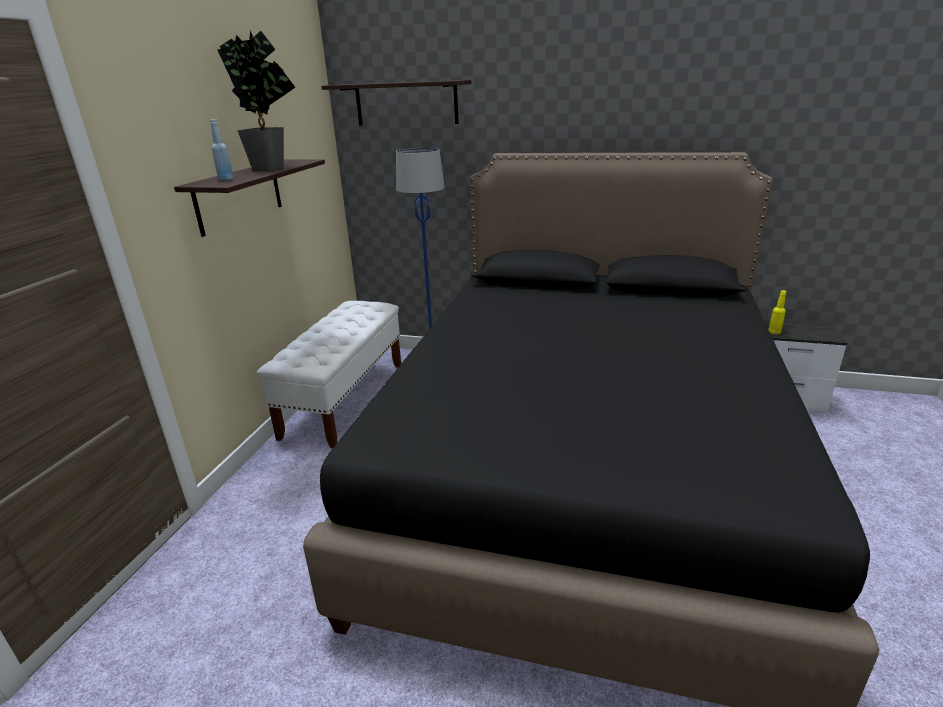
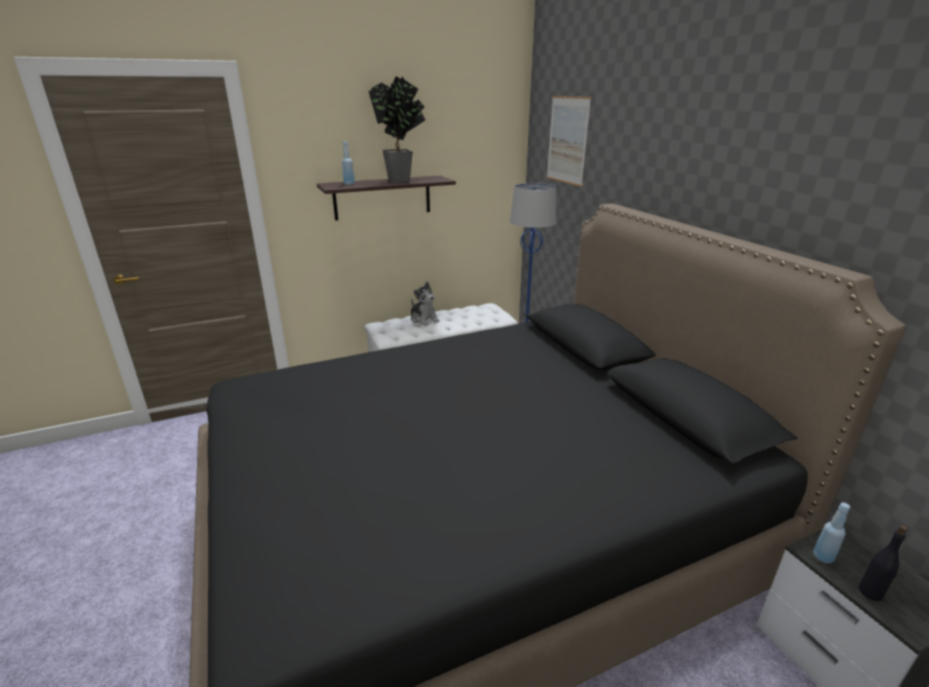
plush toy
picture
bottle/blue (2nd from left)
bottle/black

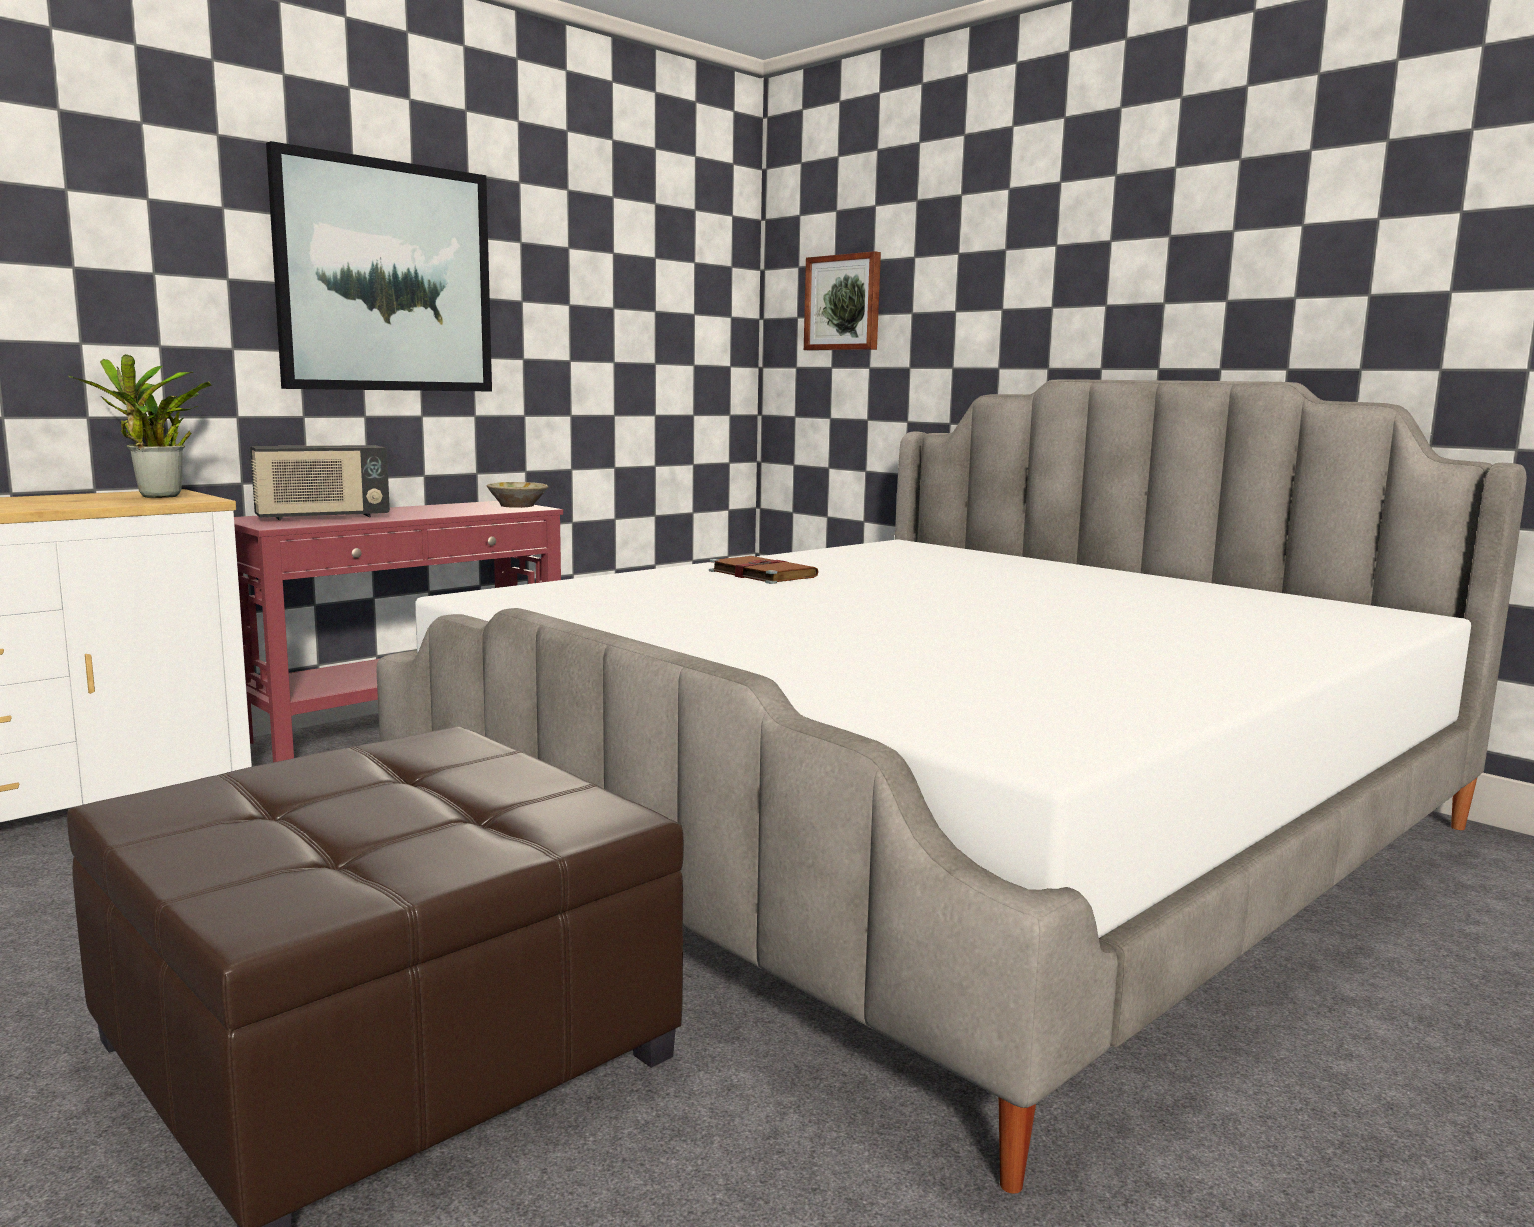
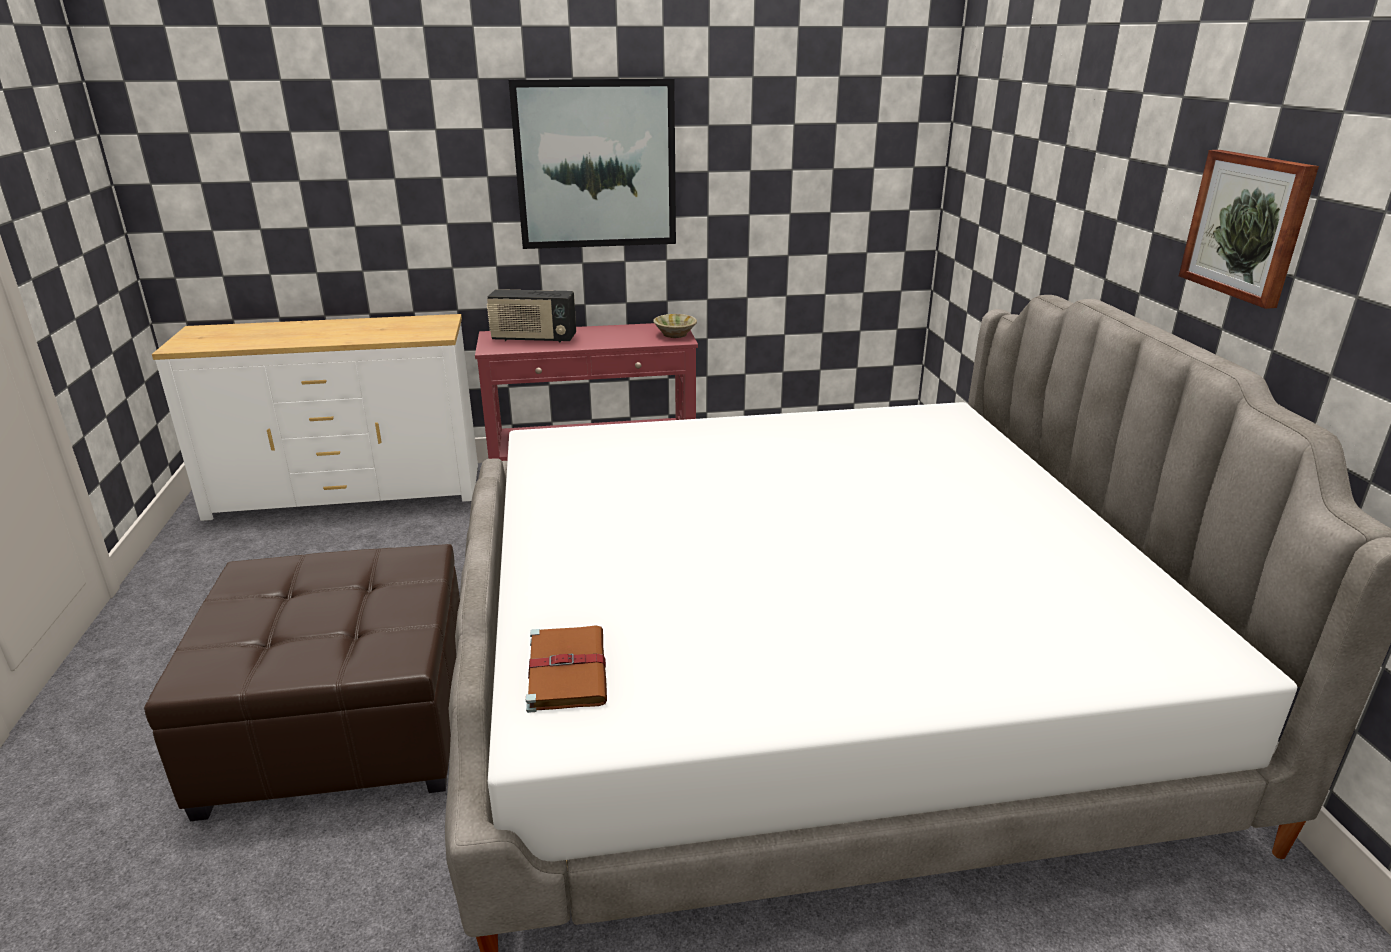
book/brown
picture (2nd from left)
potted plant

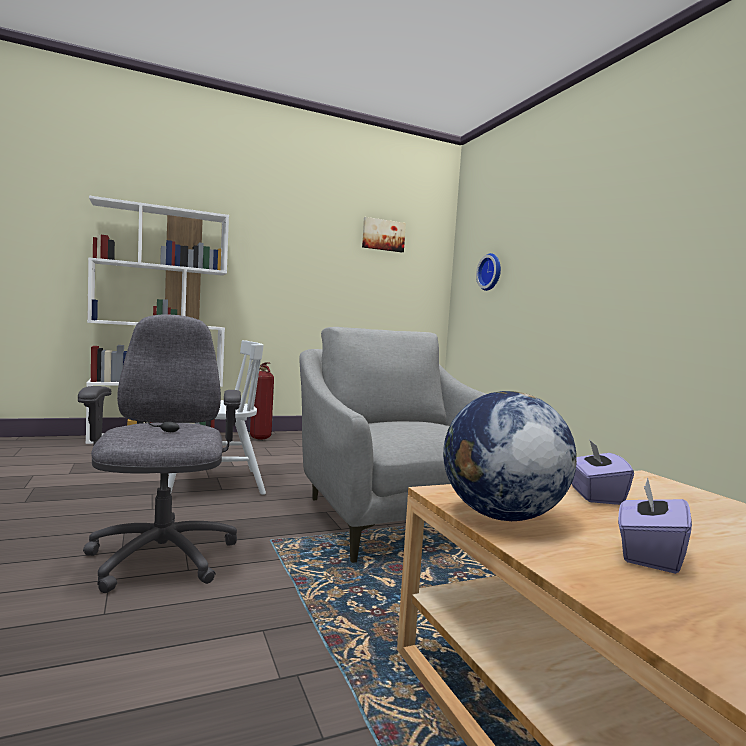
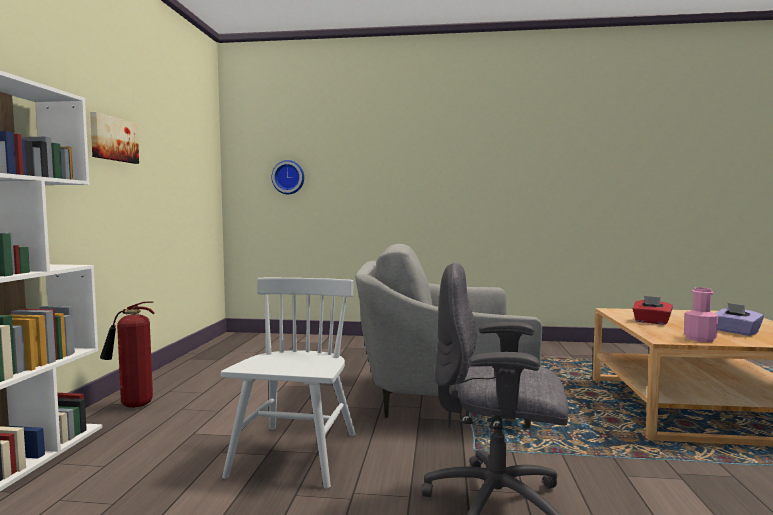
picture
tissue box/red
bottle/pink

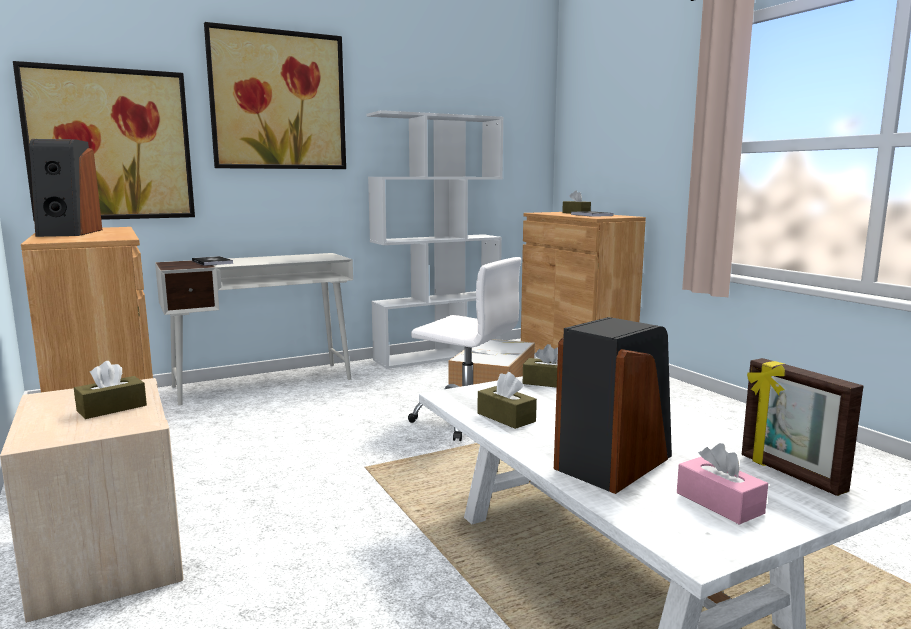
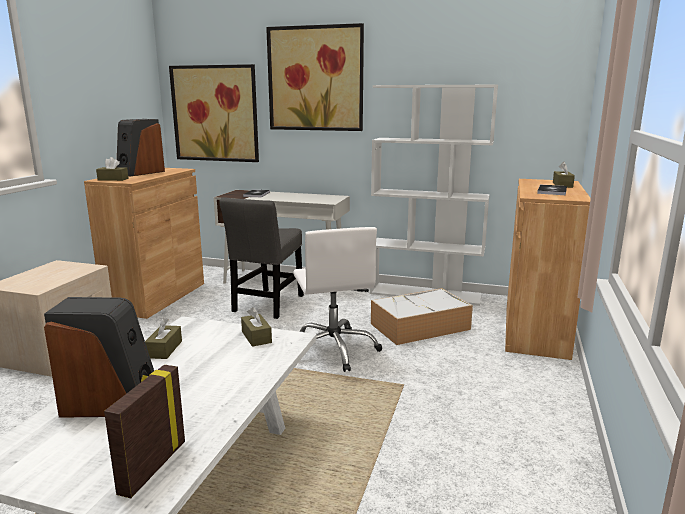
tissue box/brown (1st from left)
chair/grey
tissue box/pink

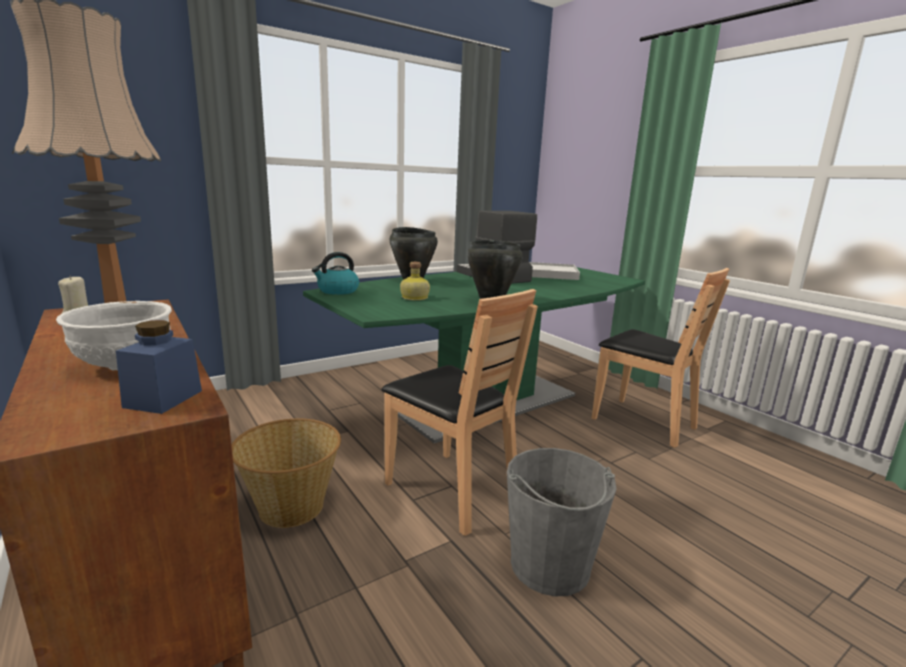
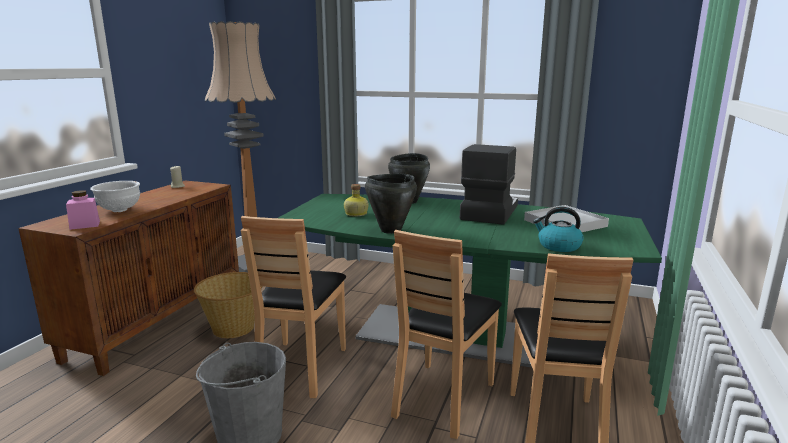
jar/pink
chair/brown (2nd from left)
kettle

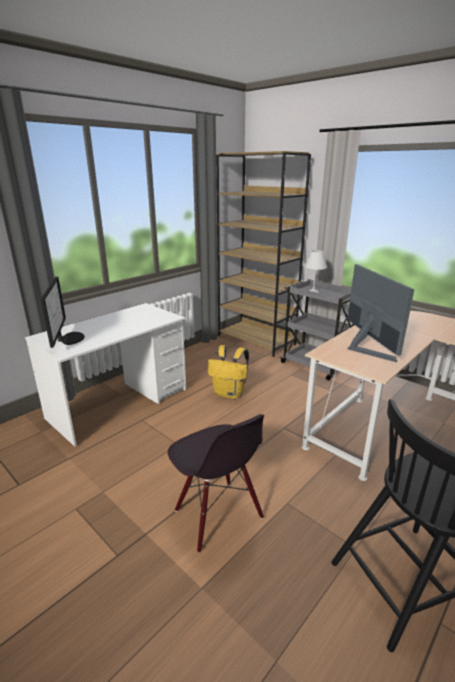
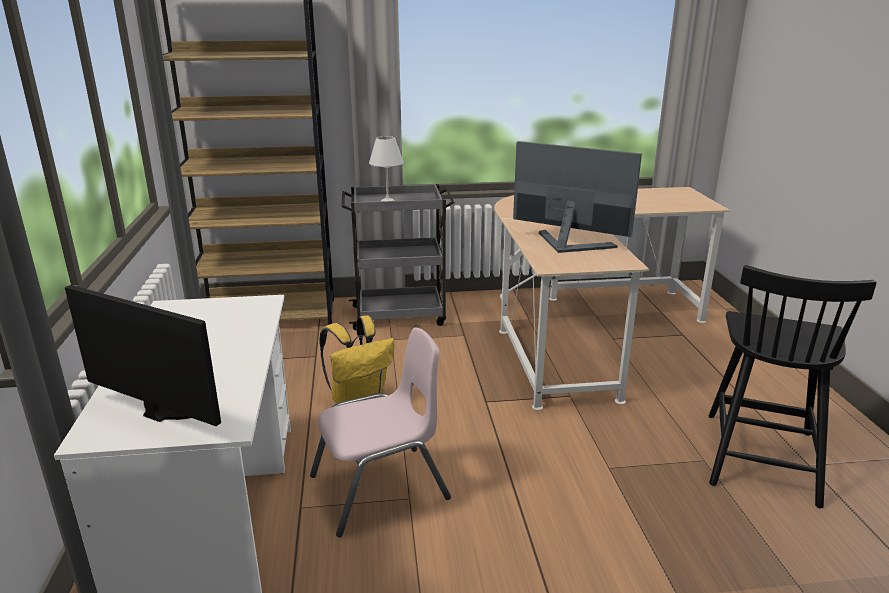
chair/pink
chair/black (1st from left in the first image)

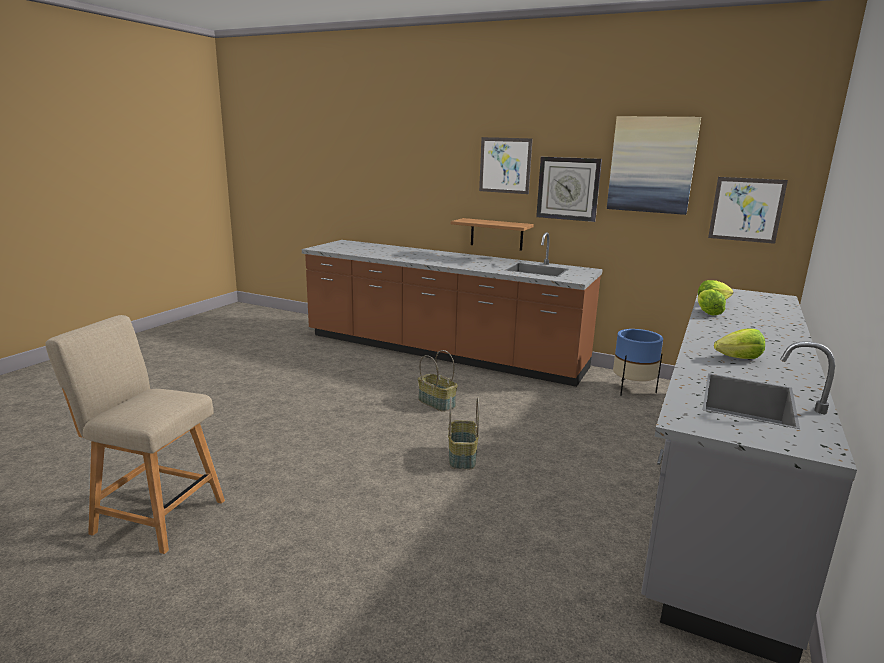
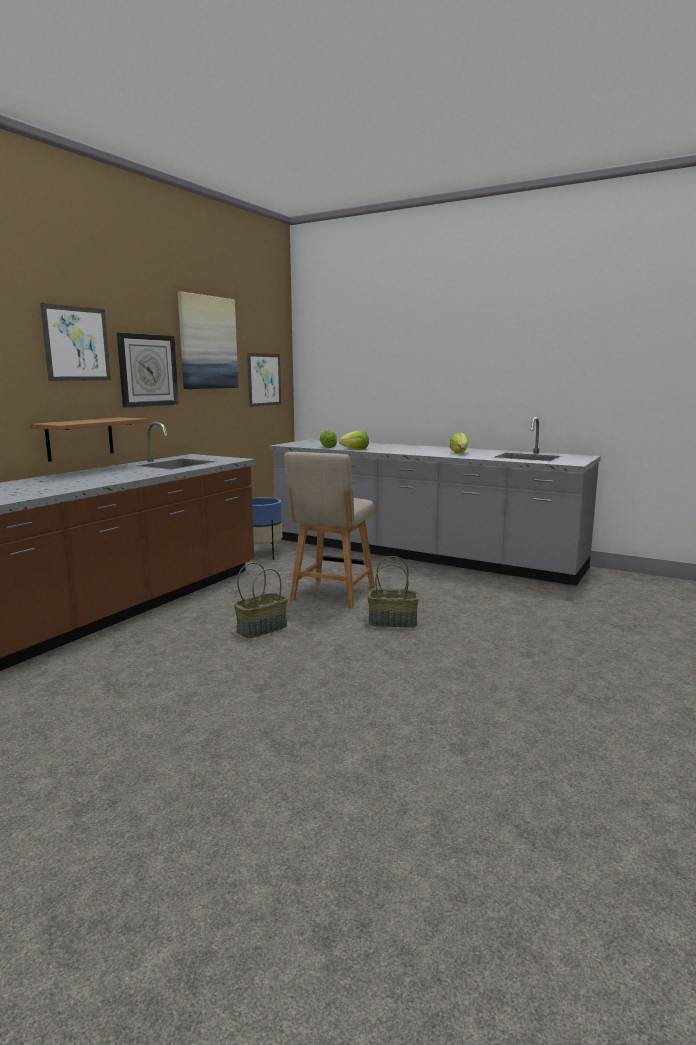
chair/beige

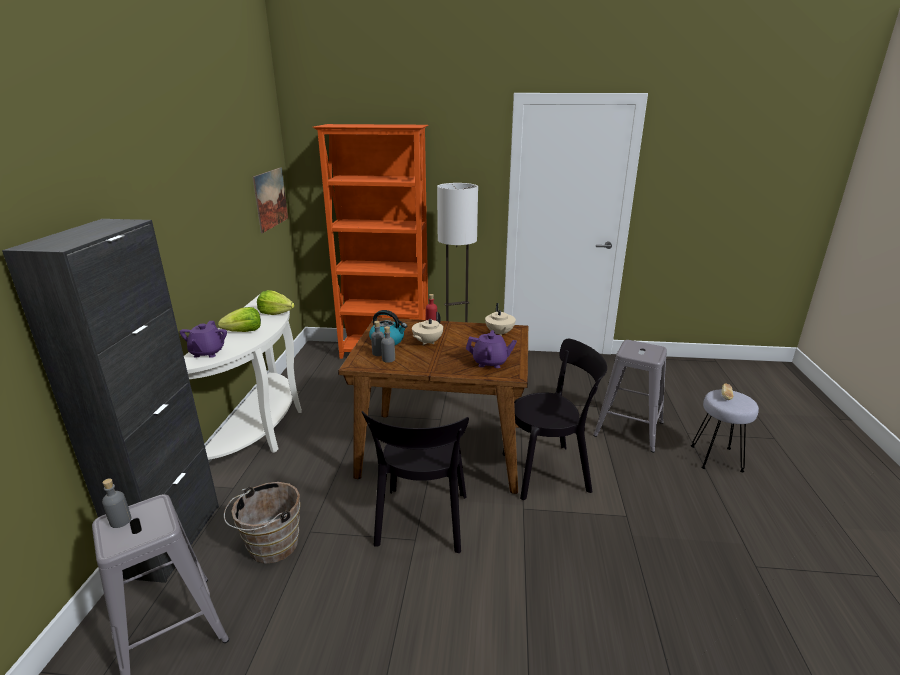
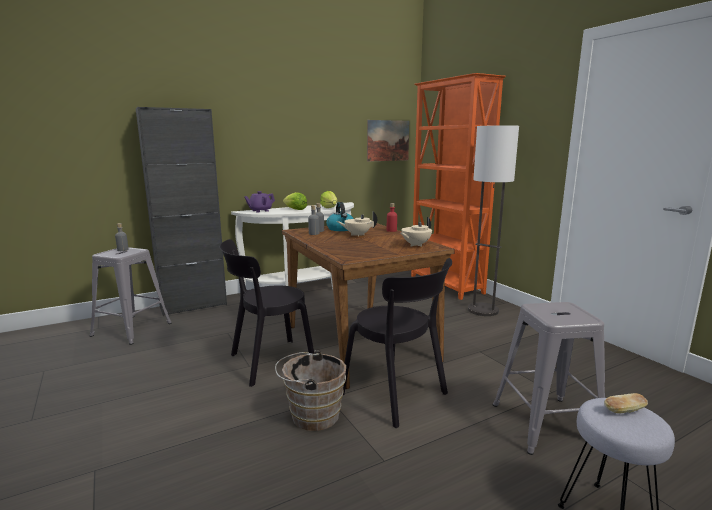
bucket/brown
teapot/purple (2nd from left in the first image)

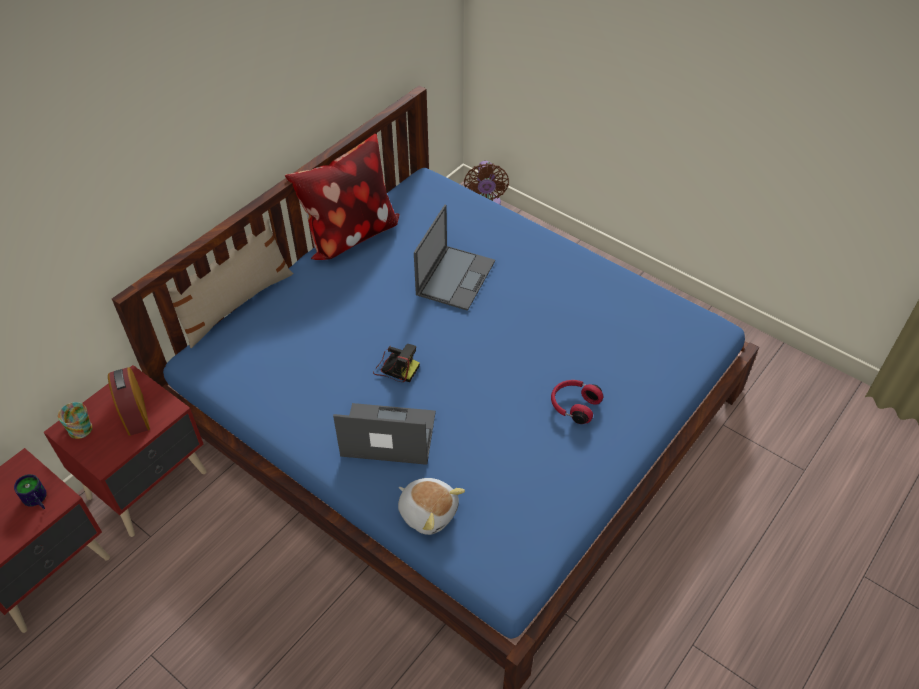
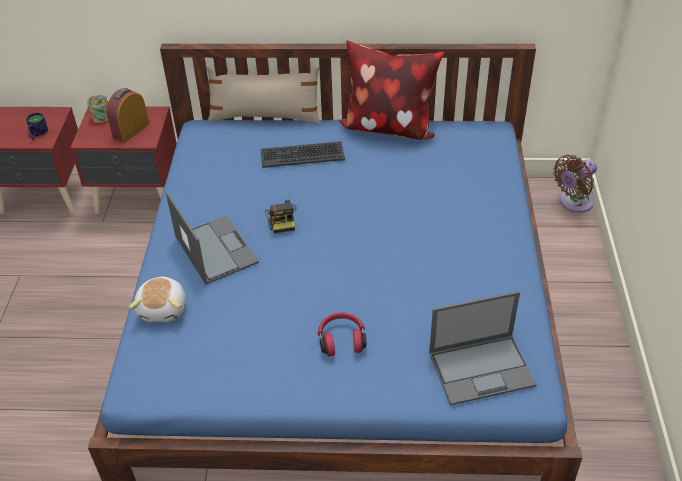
keyboard
laptop (2nd from left)

